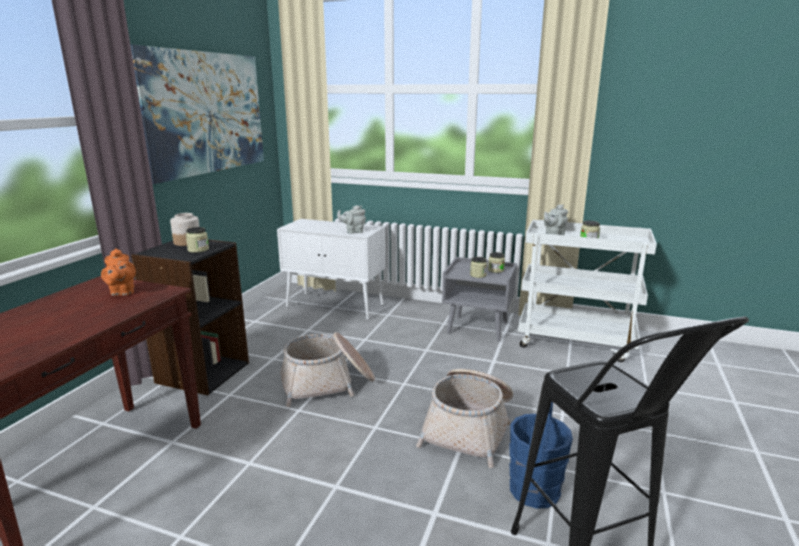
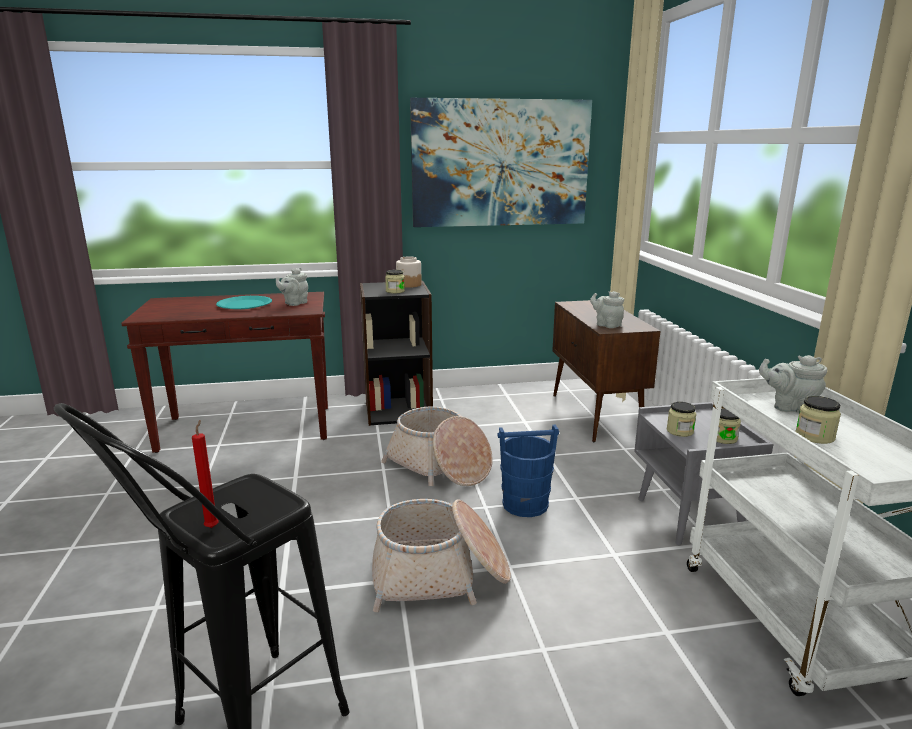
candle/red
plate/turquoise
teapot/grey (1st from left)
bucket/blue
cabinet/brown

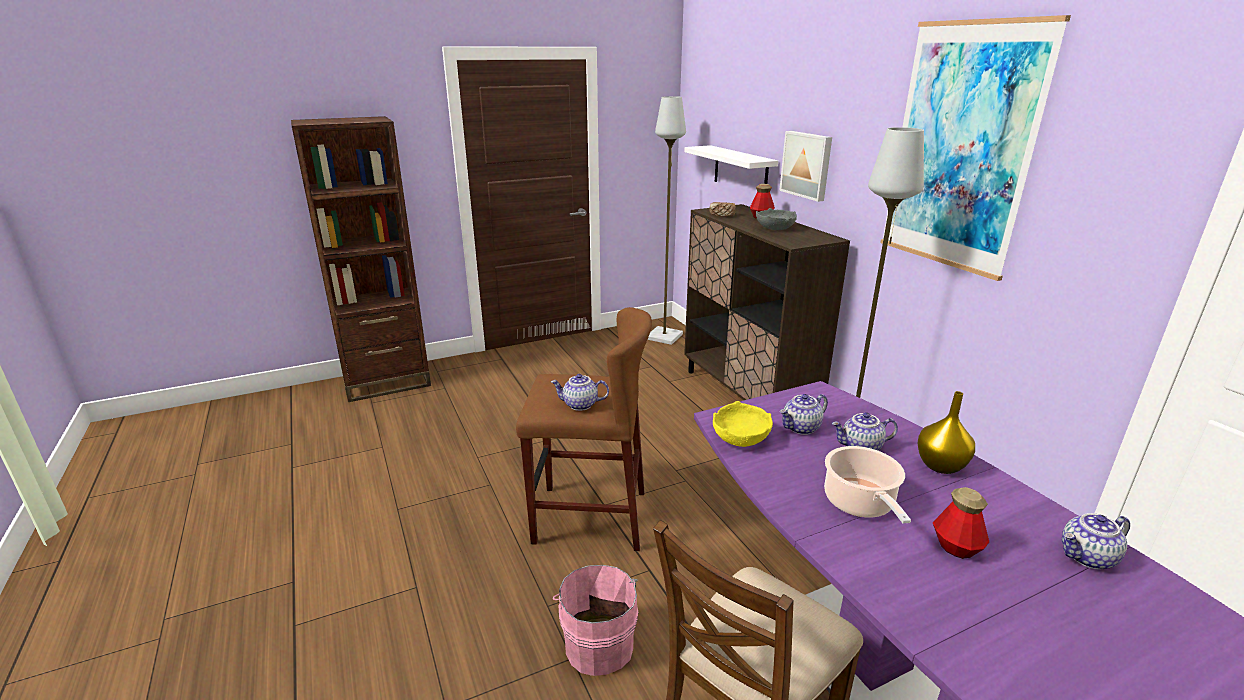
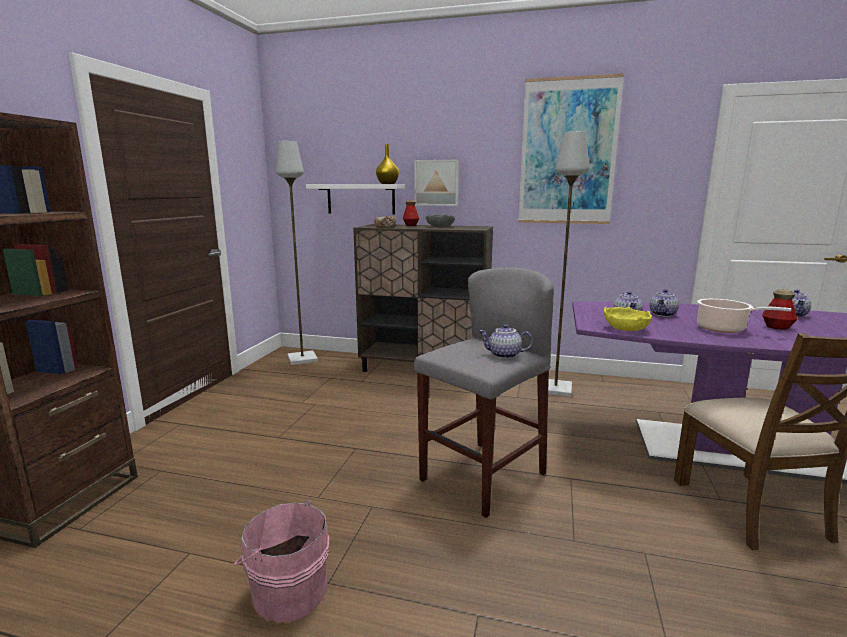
bucket/pink
vase/yellow
stool/grey
teapot (1st from left)

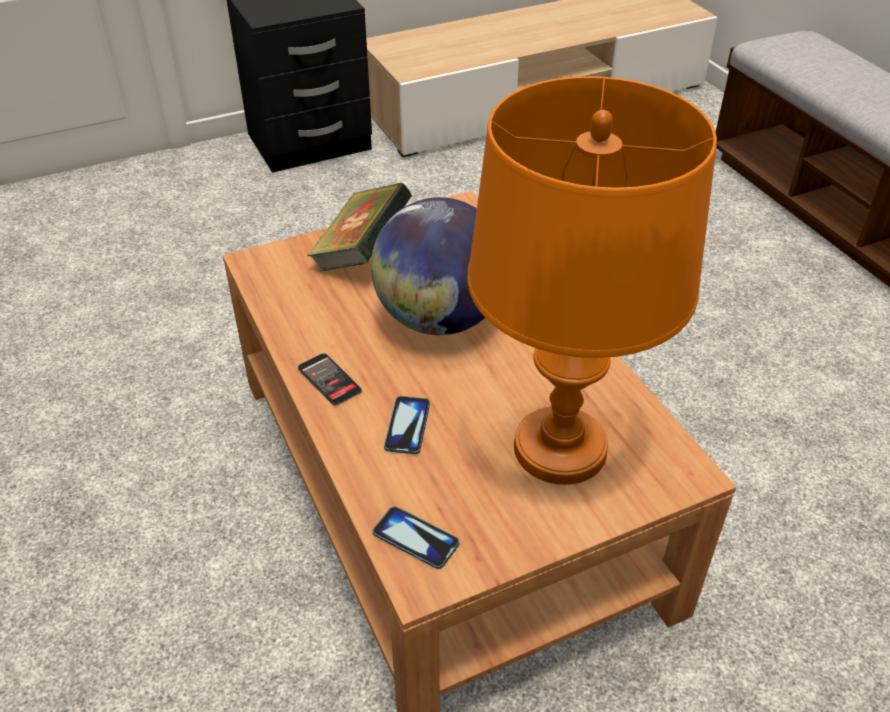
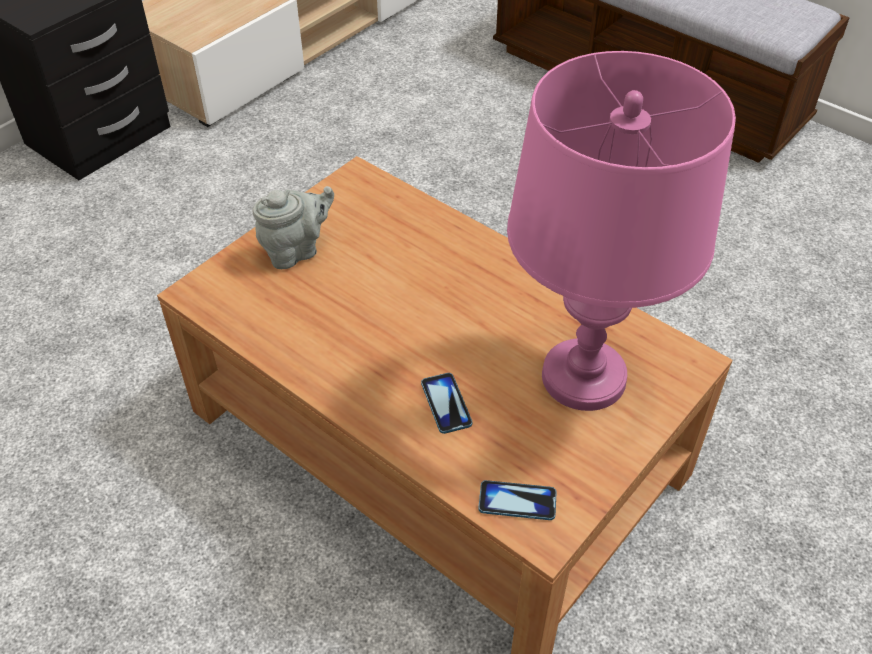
teapot/grey
table lamp/pink
phone (1st from left in the first image)
globe

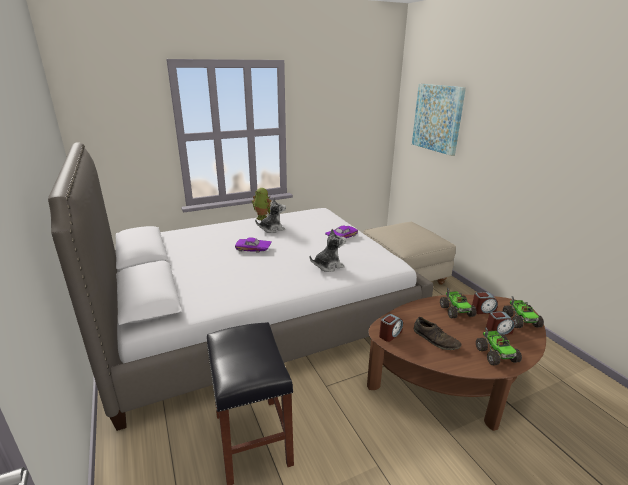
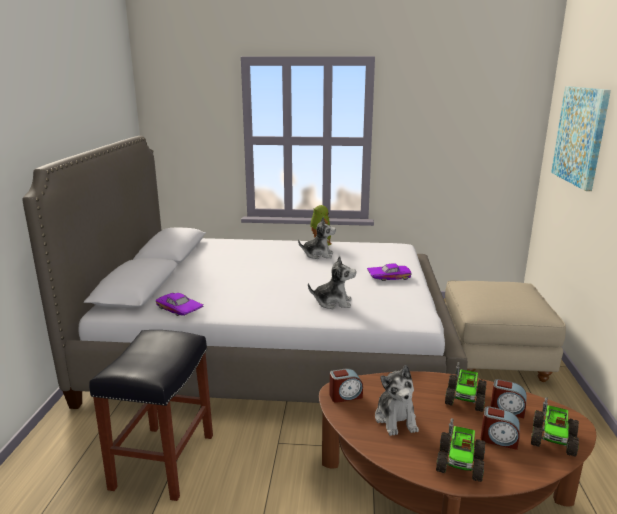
toy car/purple (1st from left)
plush toy (3rd from left)

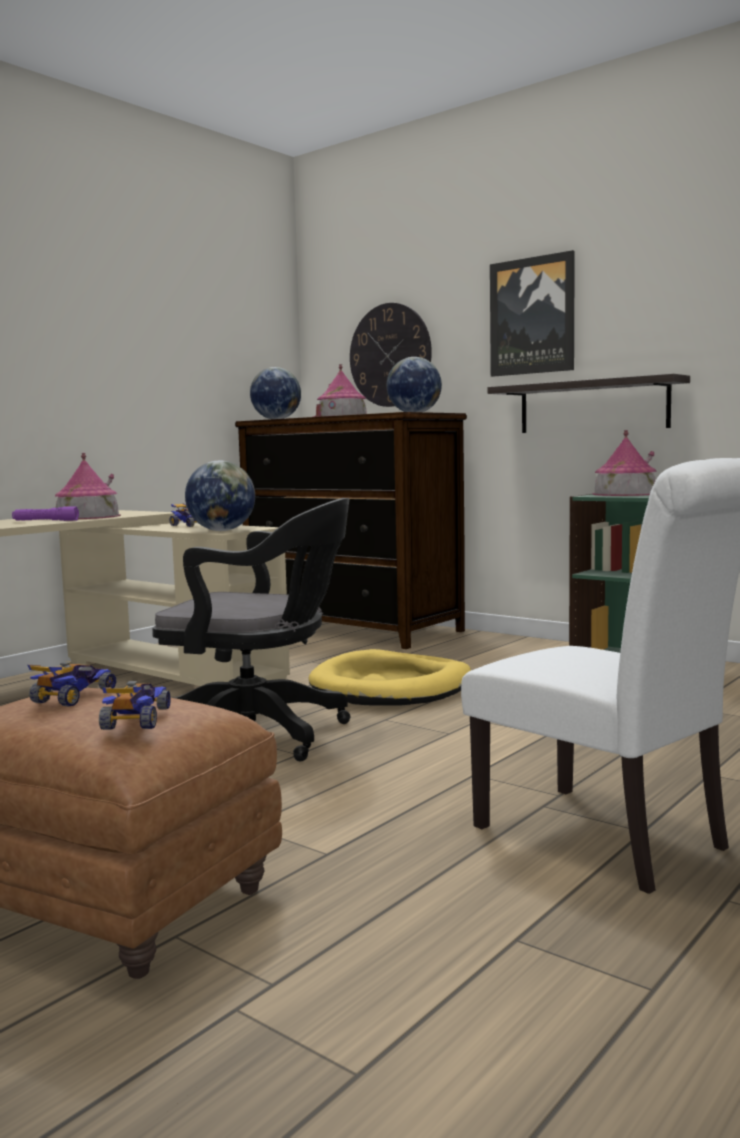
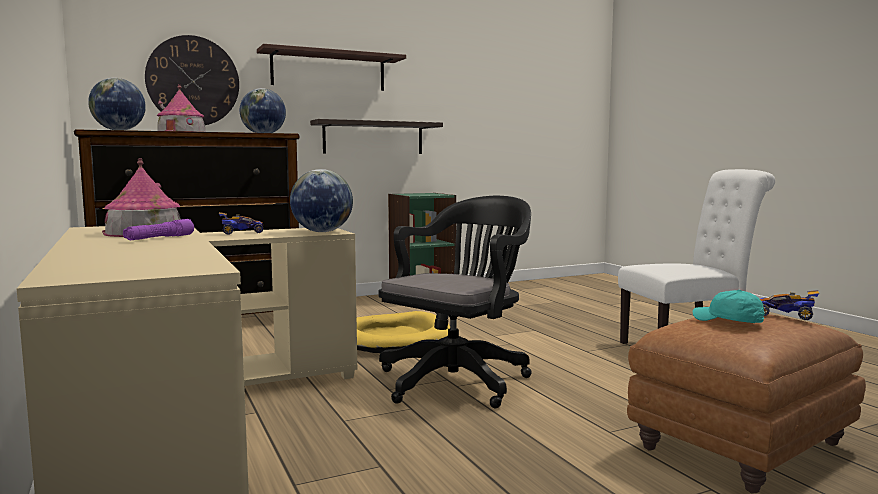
shelf (1st from left)
cap/turquoise
toy house (3rd from left in the first image)

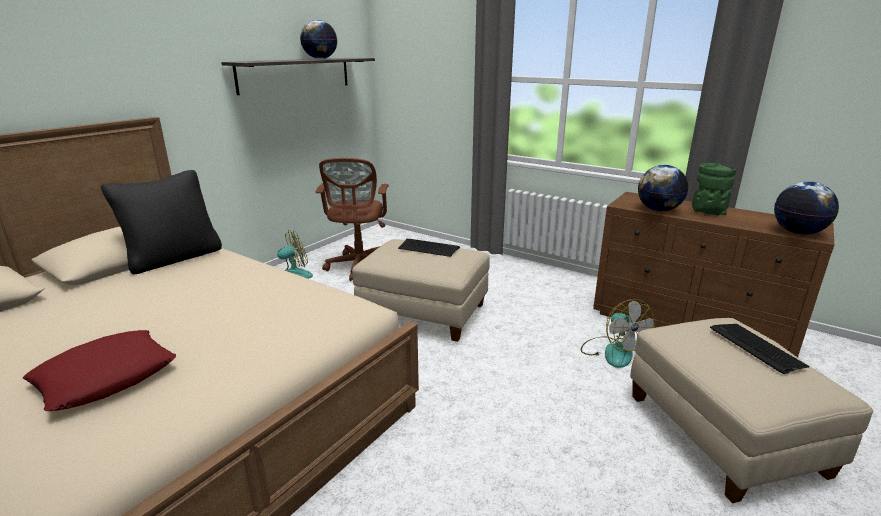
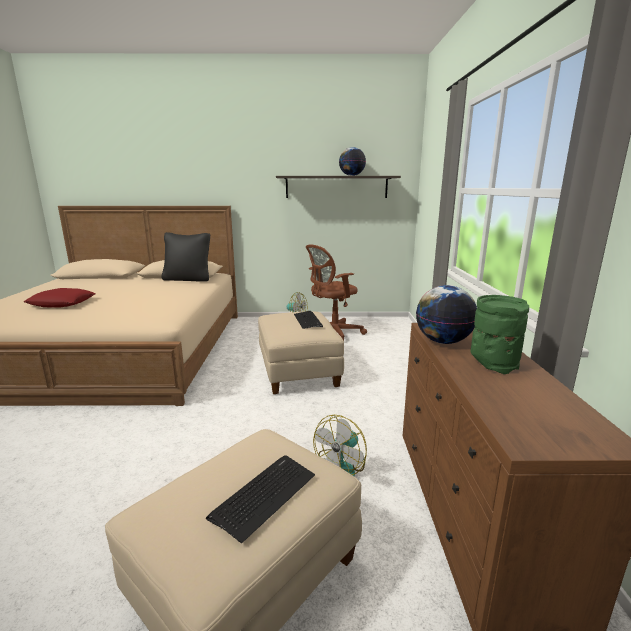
globe (3rd from left in the first image)

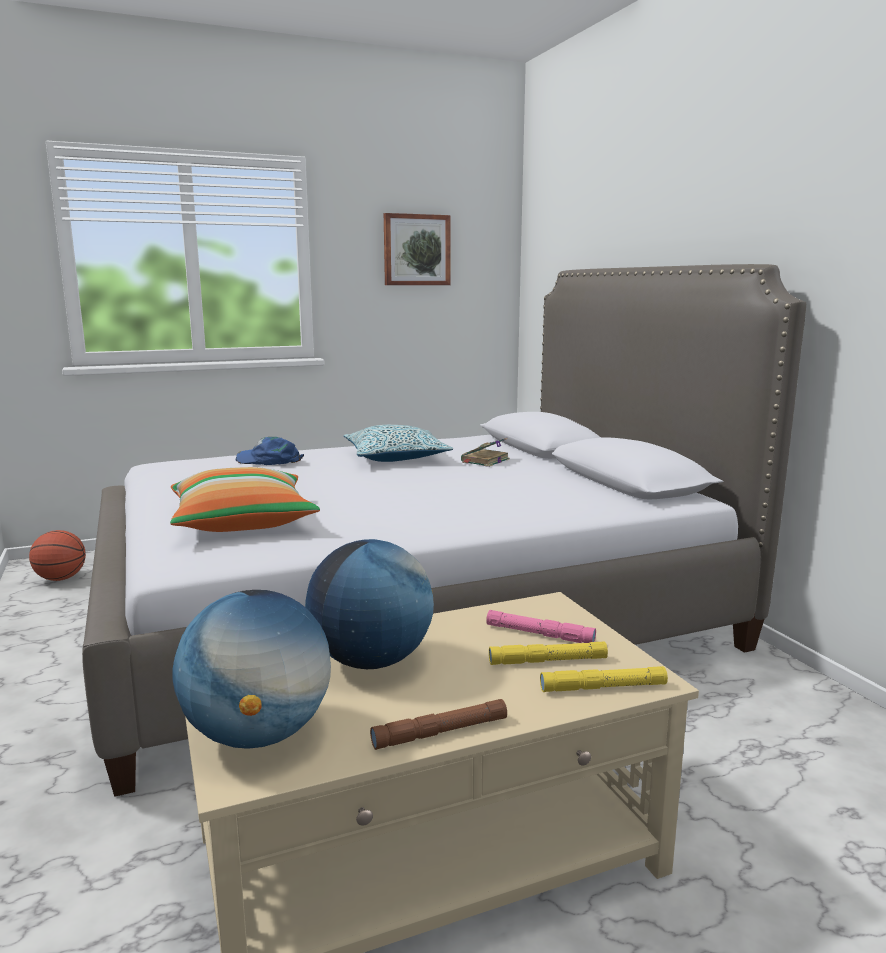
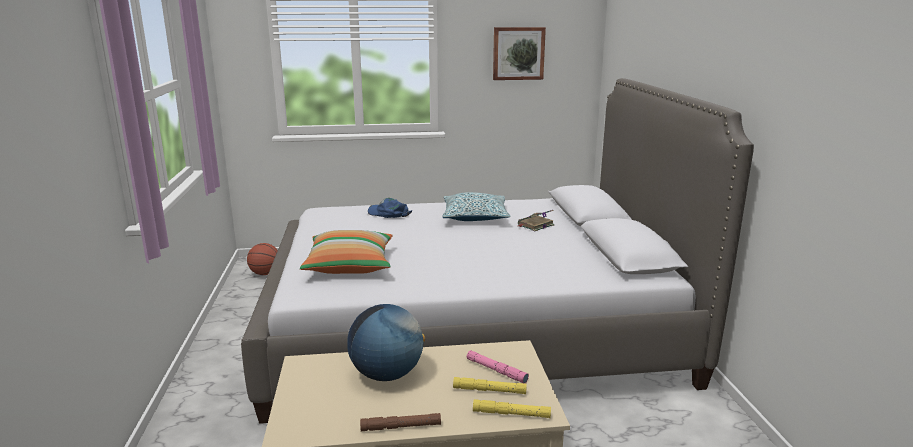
globe (1st from left in the first image)

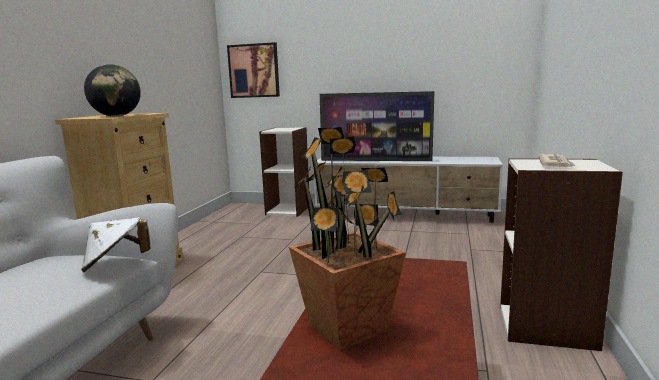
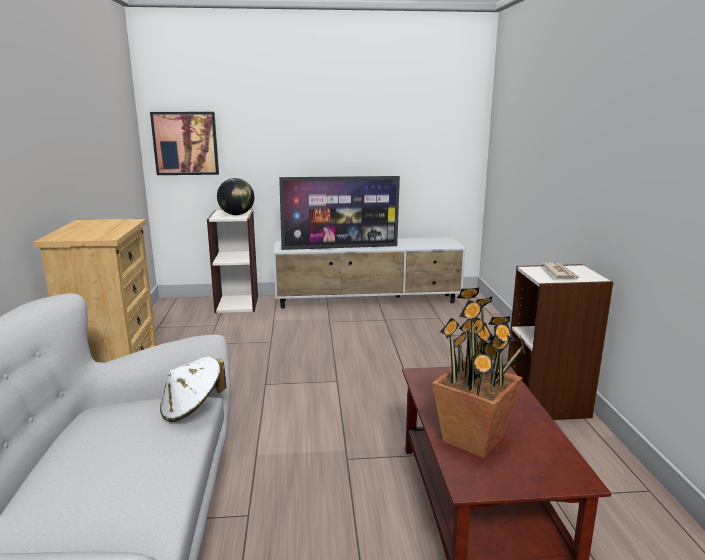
globe

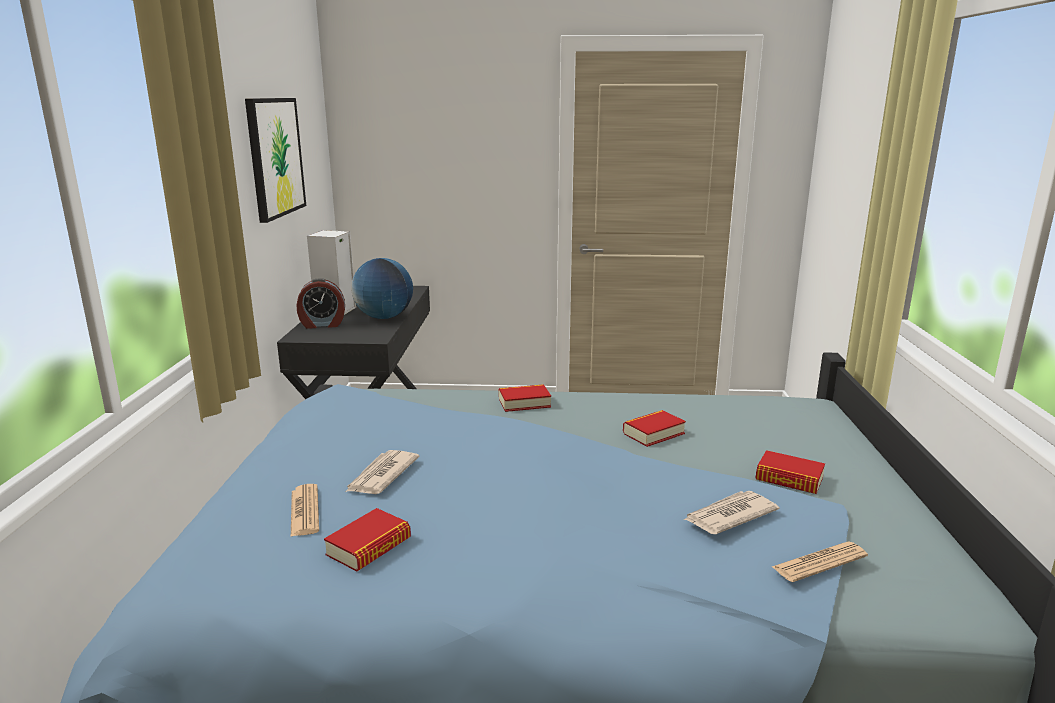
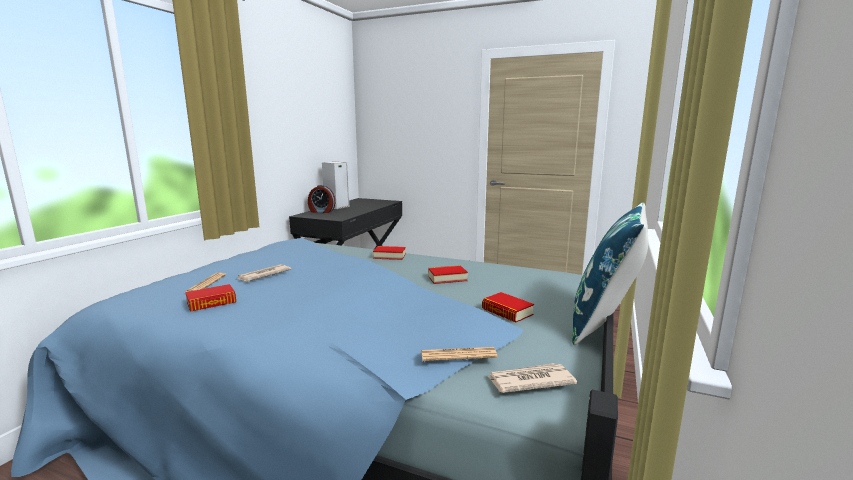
newspaper (4th from left)
pillow/blue
picture
globe

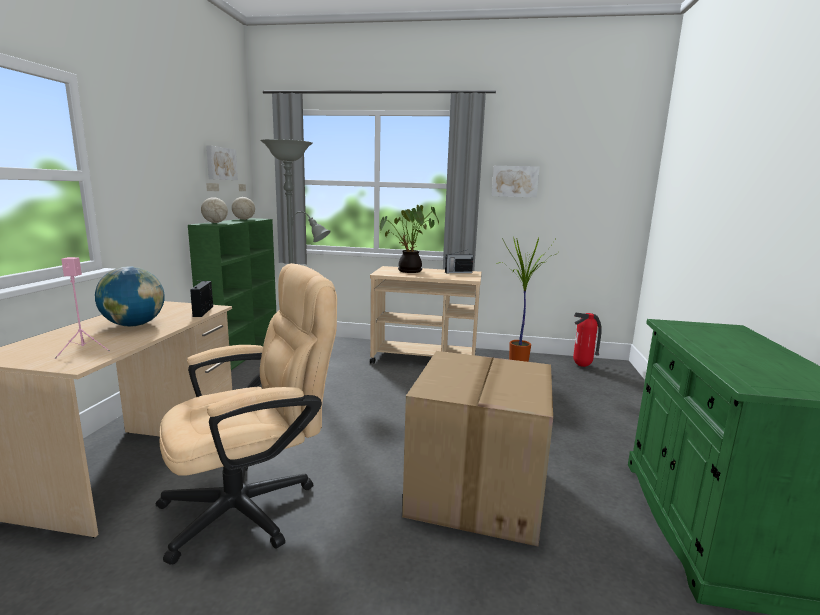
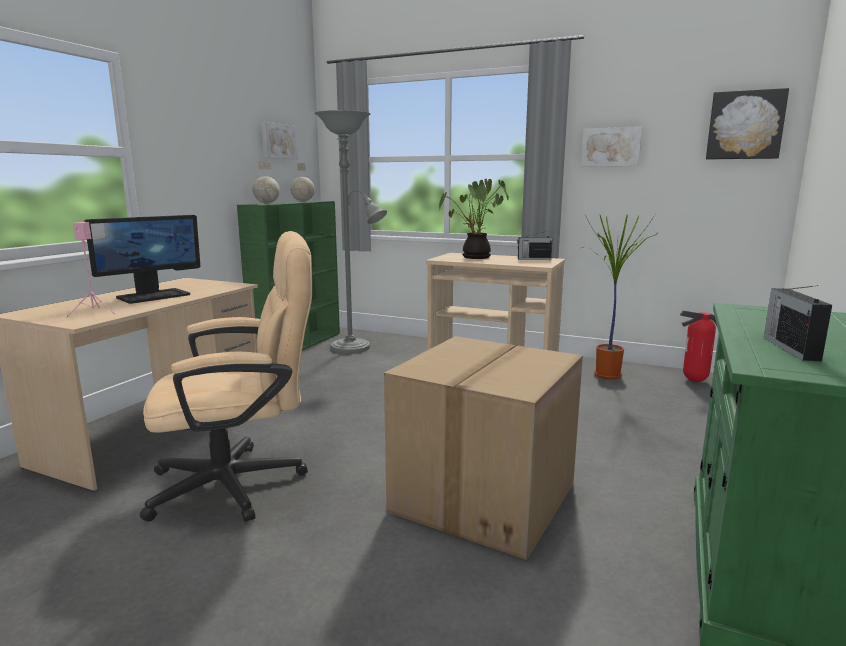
monitor
picture (3rd from left)
radio (2nd from left)

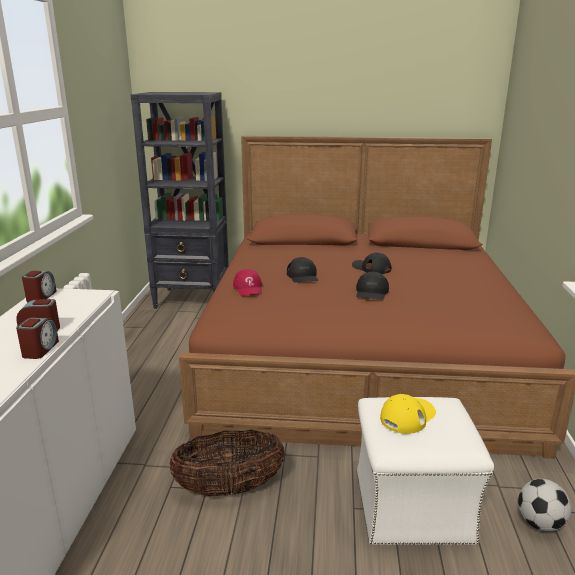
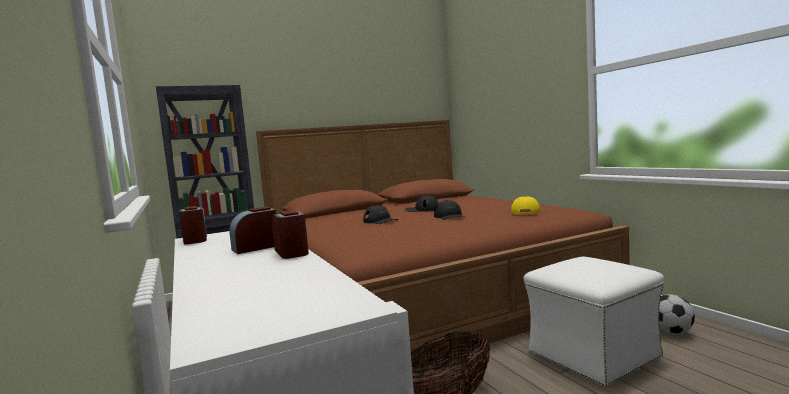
cap/yellow
cap/red

